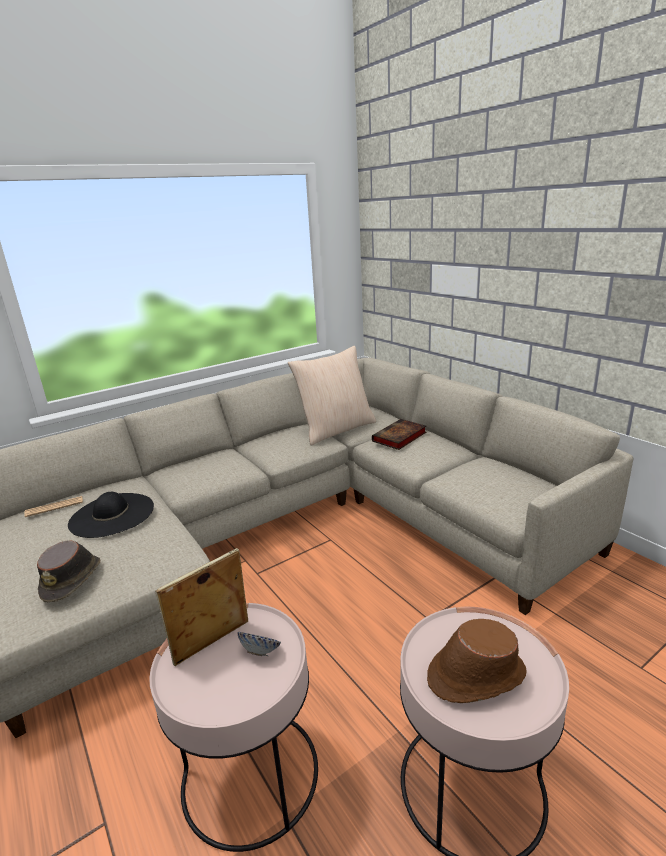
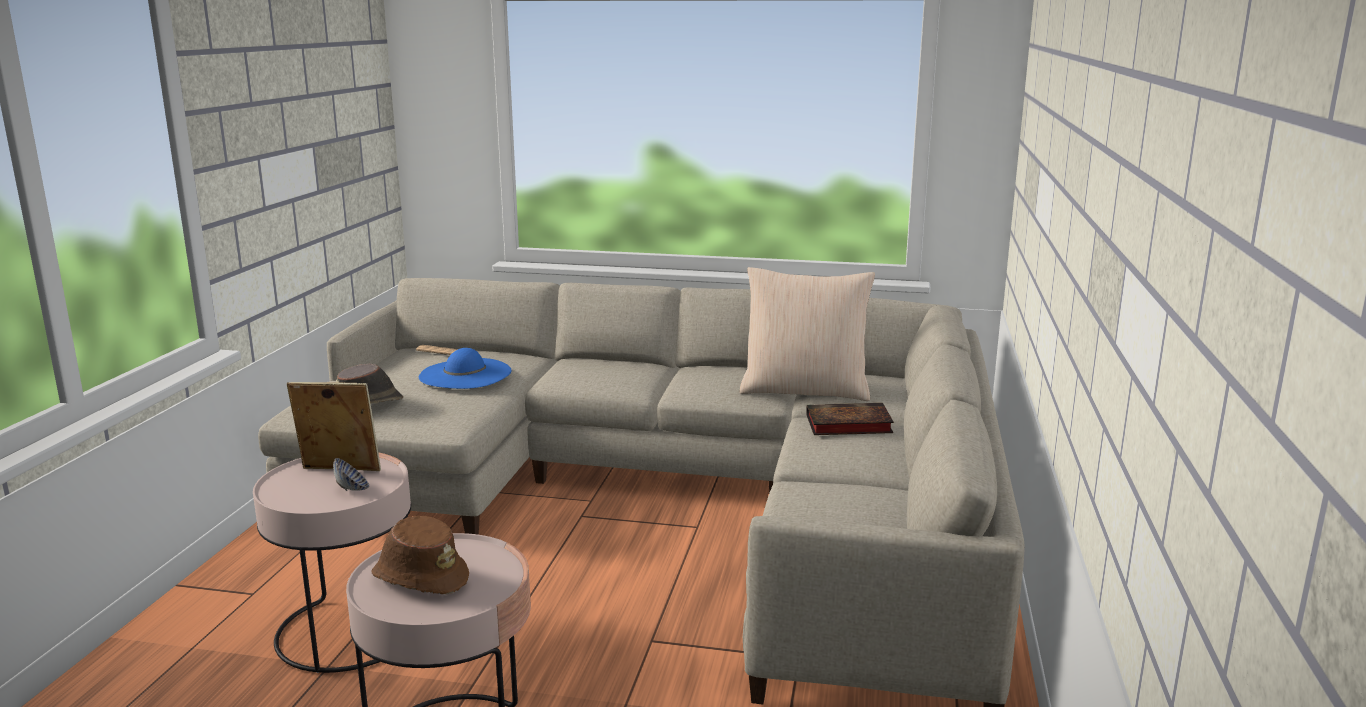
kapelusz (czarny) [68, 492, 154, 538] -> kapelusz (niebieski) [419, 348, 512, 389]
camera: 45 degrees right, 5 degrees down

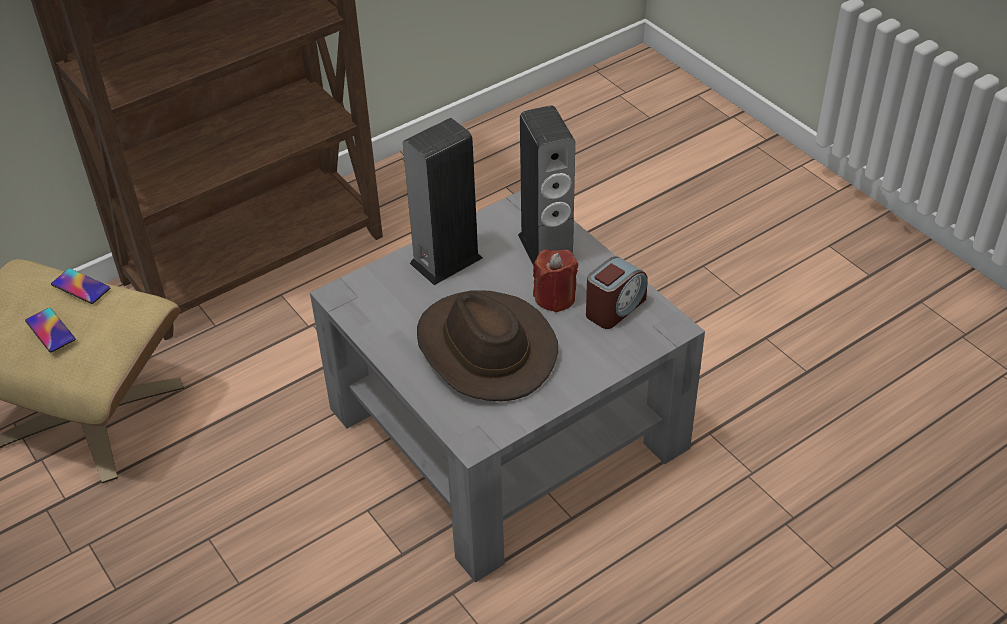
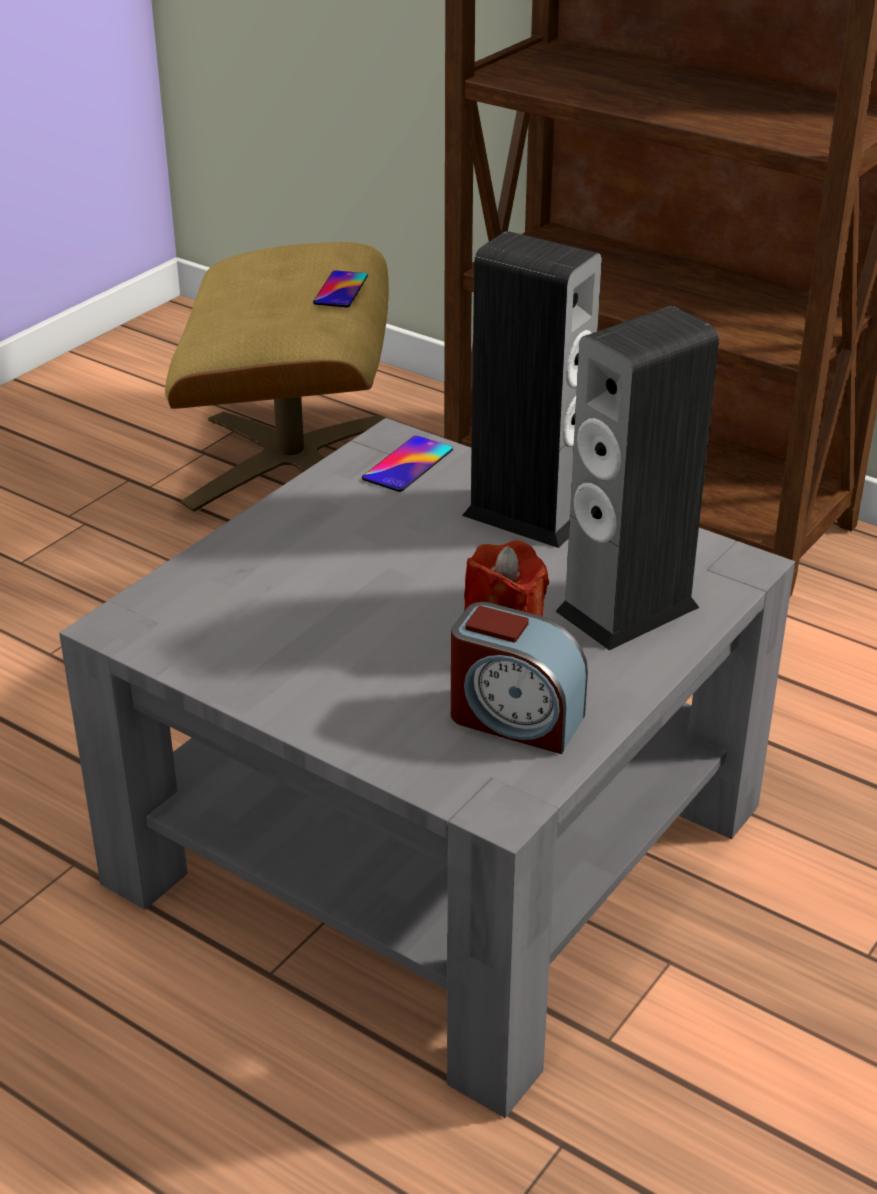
telefon [25, 308, 76, 352] -> telefon [362, 435, 453, 492], moved
kapelusz (brązowy) [417, 290, 558, 401] -> none
camera: 70 degrees right, 10 degrees down

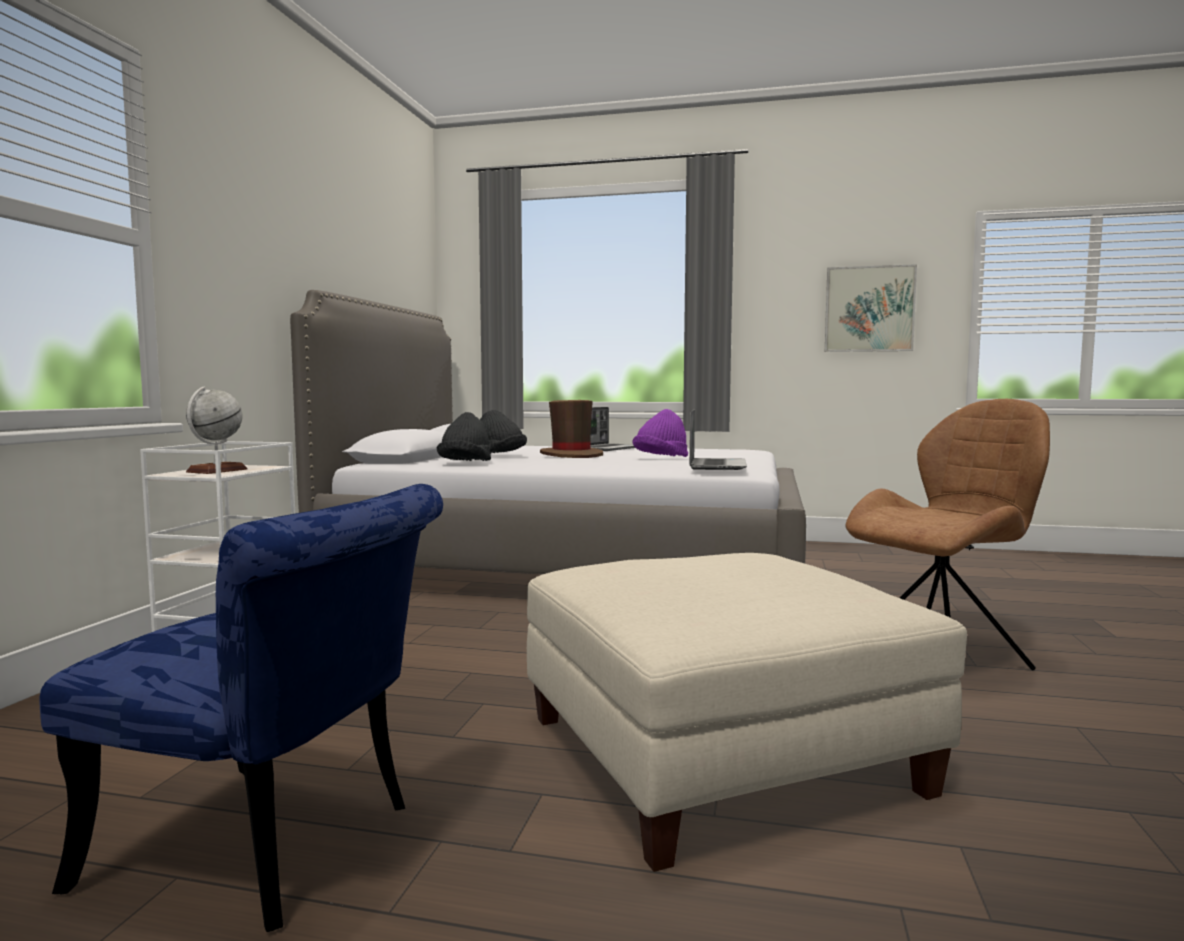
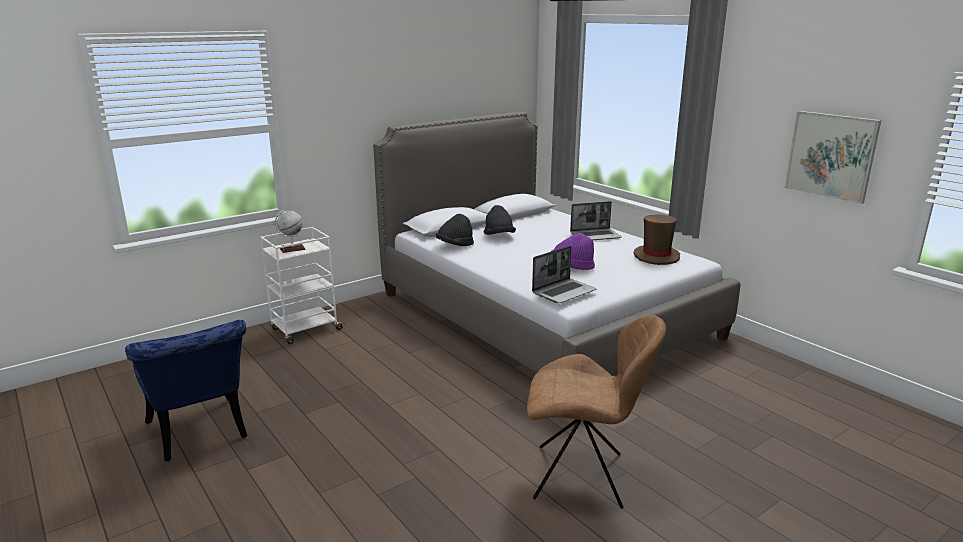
pufa (beżowy) [527, 553, 967, 872] -> none
kapelusz (brązowy) [540, 400, 603, 458] -> kapelusz (brązowy) [634, 214, 680, 265], moved
camera: 40 degrees right, 15 degrees up

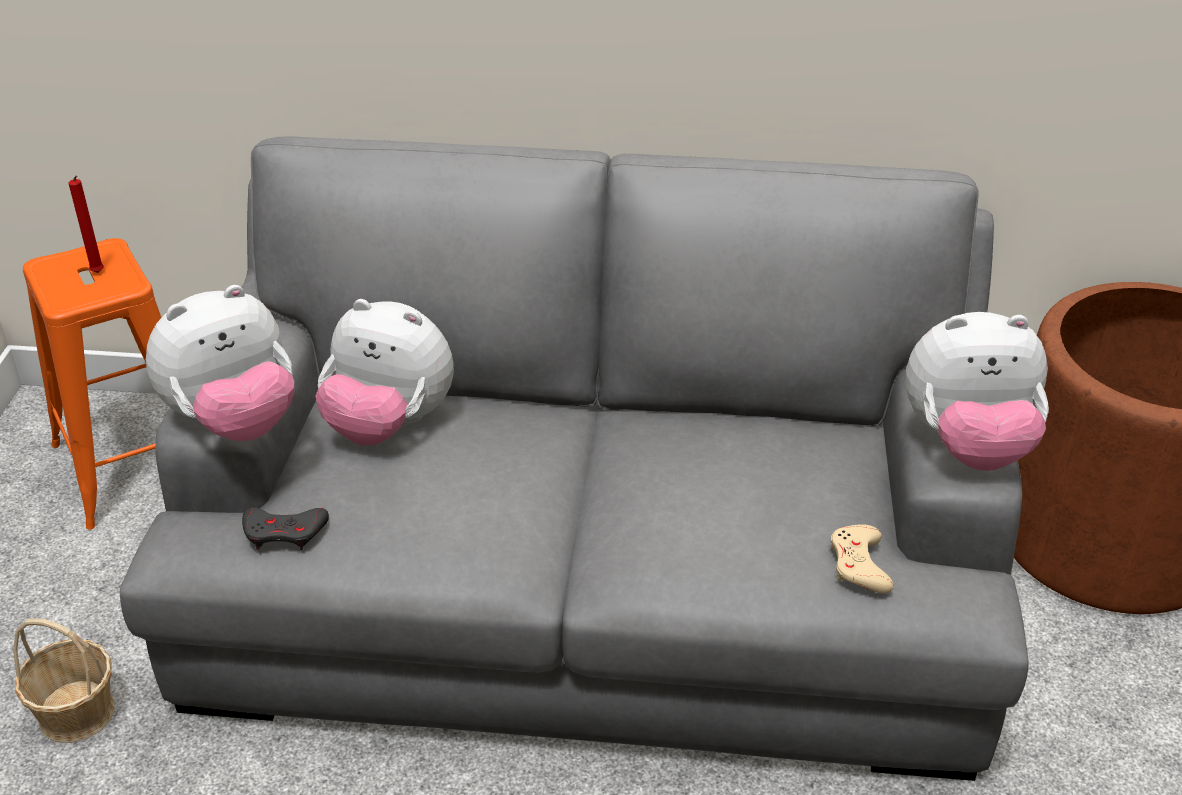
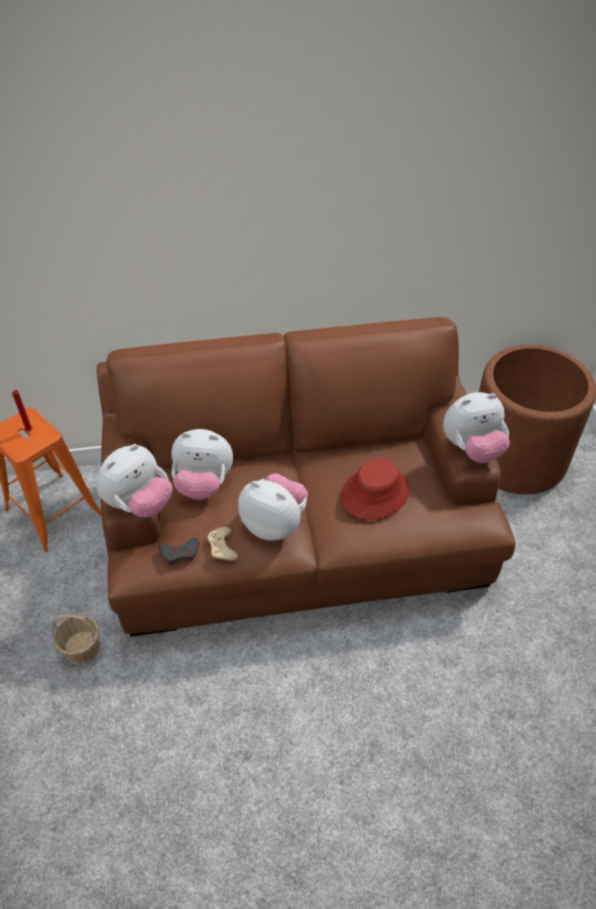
kanapa (szary) [120, 136, 1029, 781] -> kanapa (brązowy) [97, 317, 516, 637]
pad do gier (beżowy) [830, 524, 894, 594] -> pad do gier (beżowy) [208, 527, 238, 561], moved
none -> pluszak [238, 473, 308, 540]
none -> kapelusz (czerwony) [341, 458, 410, 520]
camera: 15 degrees left, 10 degrees up

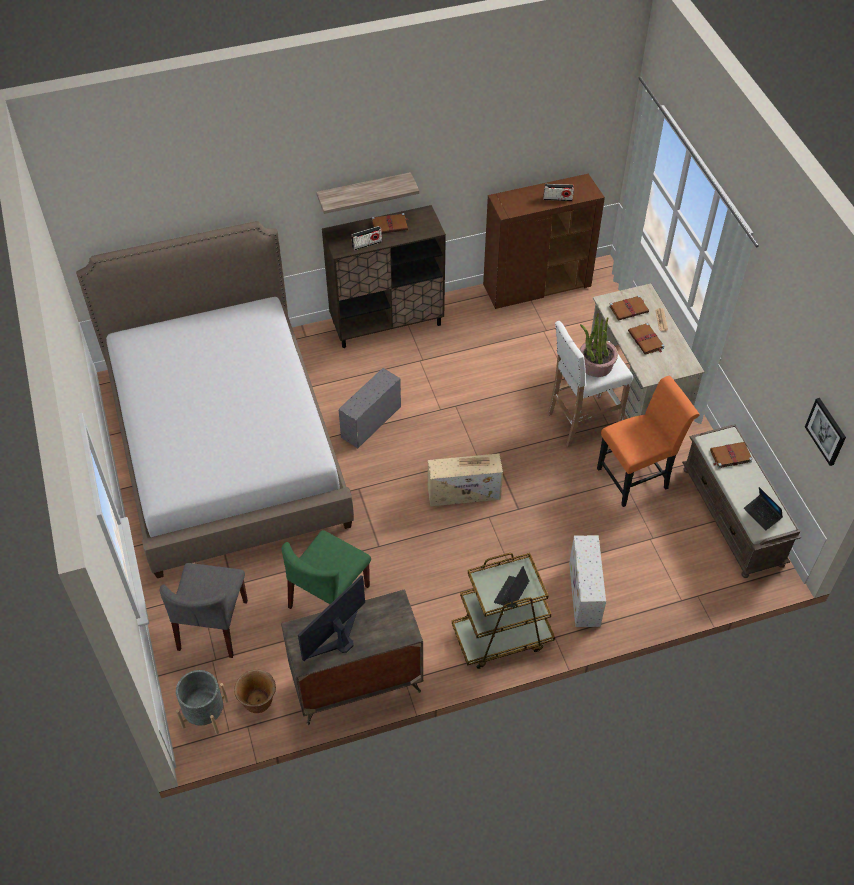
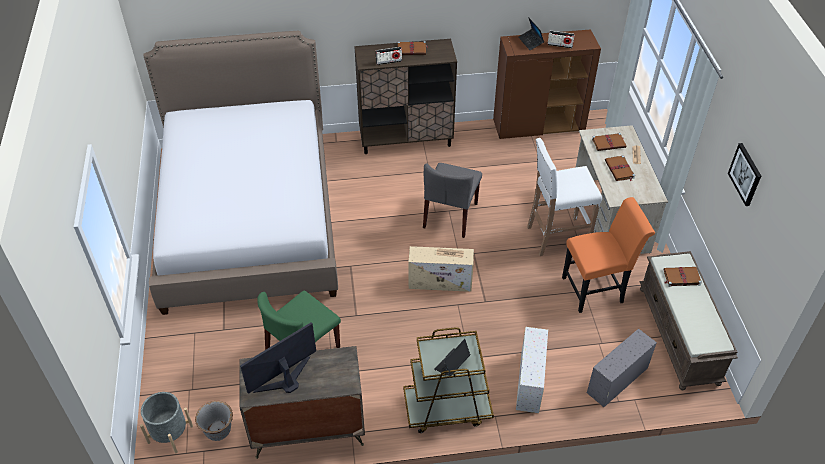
krzesło (szary) [160, 563, 248, 658] -> krzesło (szary) [423, 163, 482, 238], moved
donica (brązowy) [234, 669, 276, 713] -> donica (szary) [195, 401, 233, 441]
półka [316, 172, 419, 214] -> none
pojemnik do przechowywania (szary) [338, 368, 401, 448] -> pojemnik do przechowywania (szary) [587, 329, 657, 407], moved
roślina doniczkowa [580, 313, 618, 377] -> none
laptop [744, 487, 783, 531] -> laptop [518, 17, 544, 50], moved
obraz [805, 398, 846, 466] -> obraz [728, 143, 761, 206], moved
camera: 10 degrees right, 5 degrees down

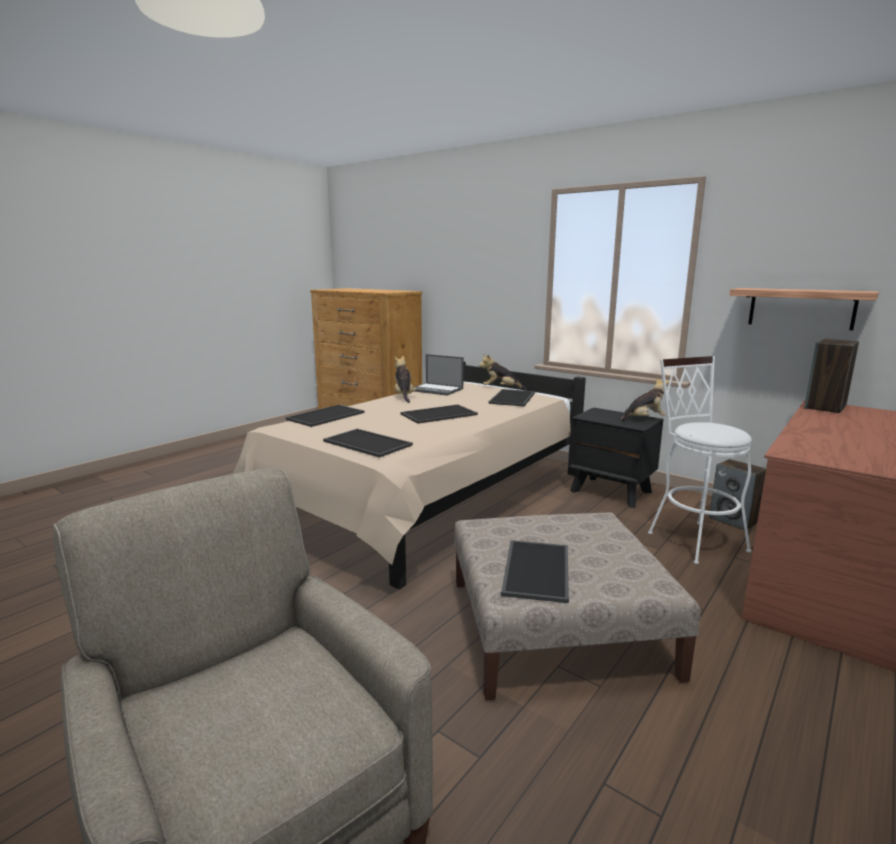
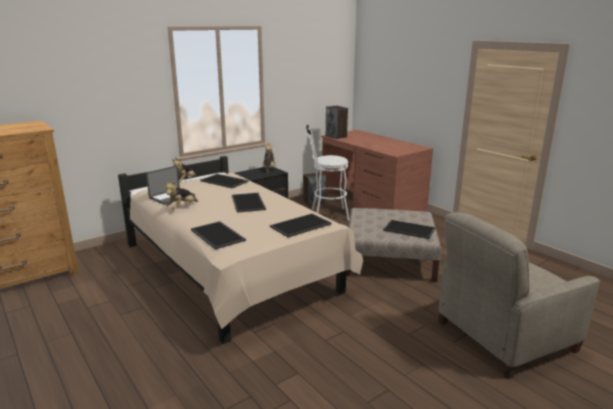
pluszak [394, 356, 417, 403] -> pluszak [164, 181, 198, 209], 60 degrees counterclockwise
półka [729, 288, 879, 330] -> none
camera: 75 degrees left, 5 degrees up

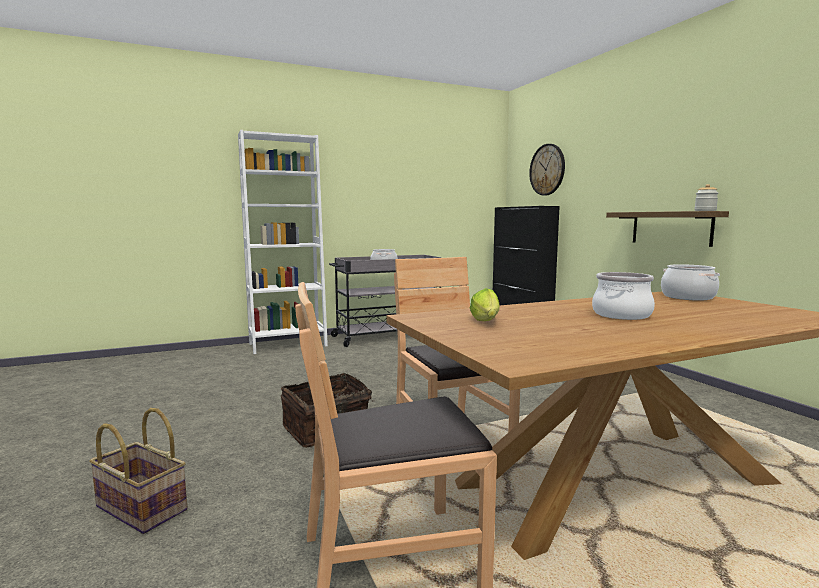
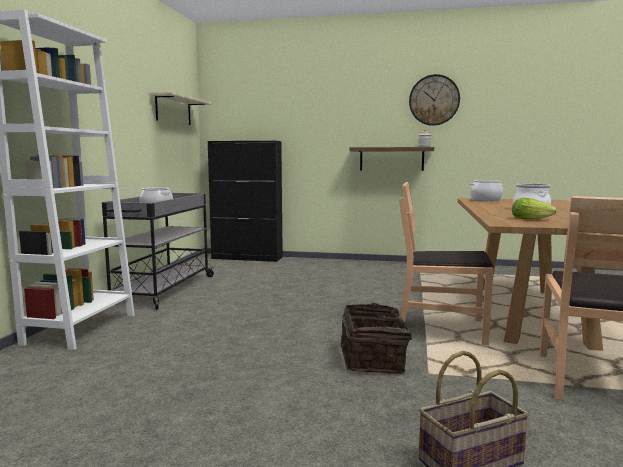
zegar ścienny [529, 144, 565, 196] -> zegar ścienny [409, 74, 460, 126], moved
none -> półka (beżowy) [150, 92, 212, 125]
camera: 55 degrees left, 0 degrees up

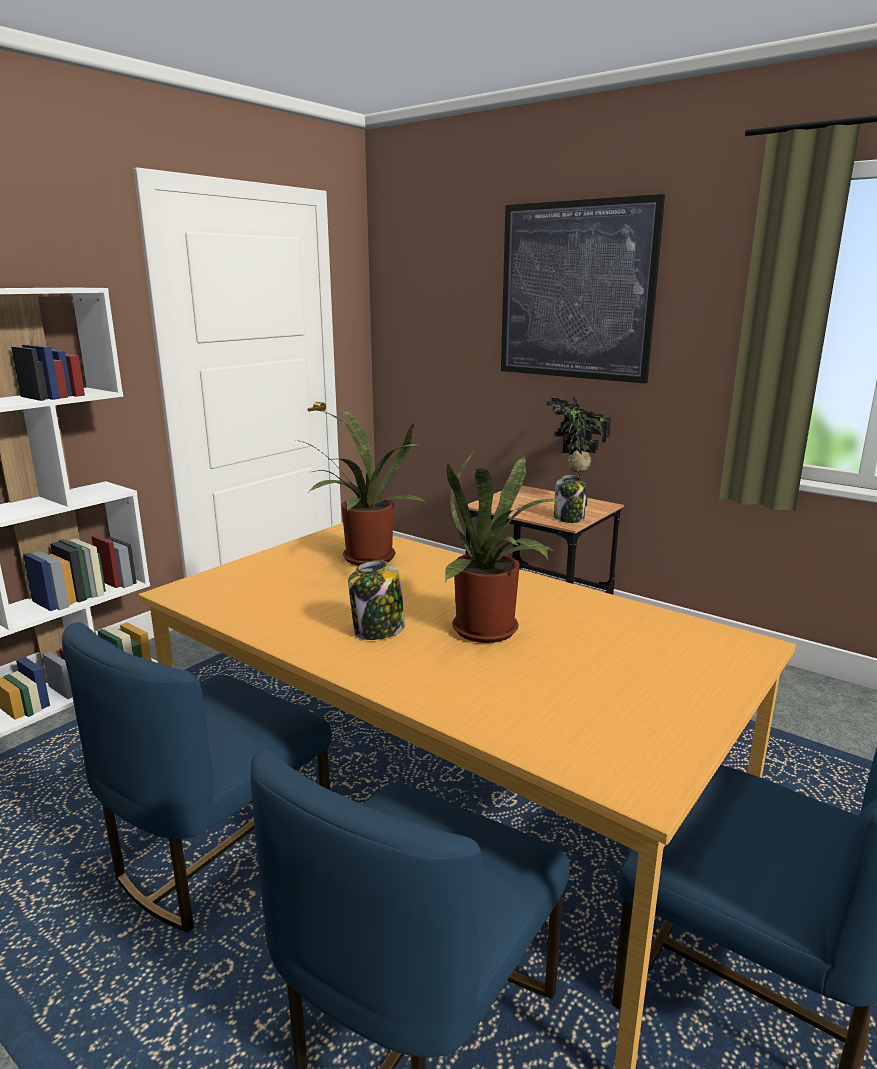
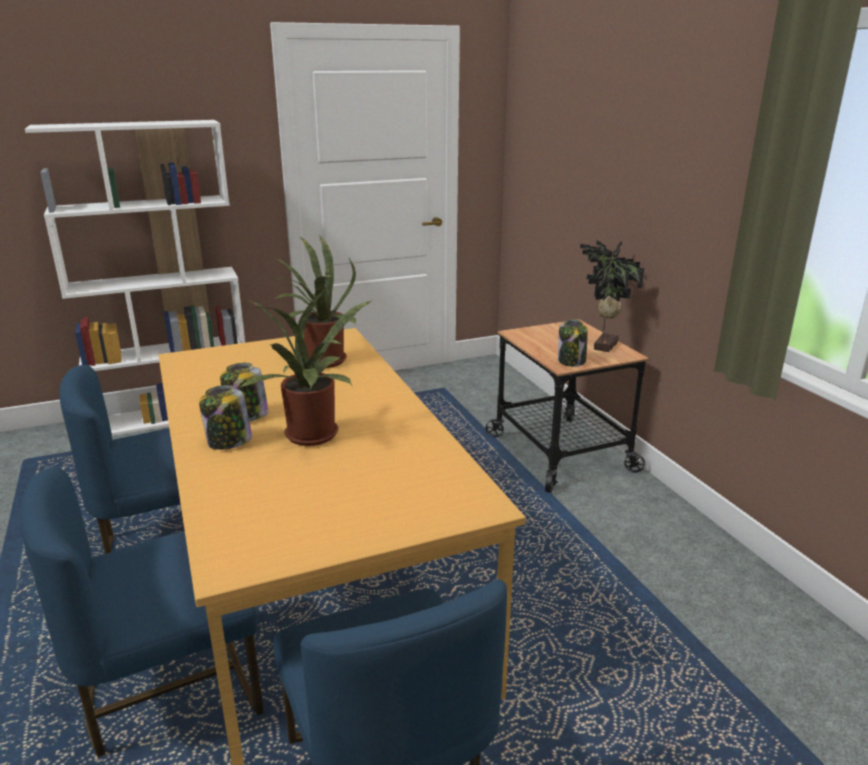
obraz [501, 194, 665, 384] -> none
none -> słoik [199, 385, 252, 450]
camera: 30 degrees right, 5 degrees up

